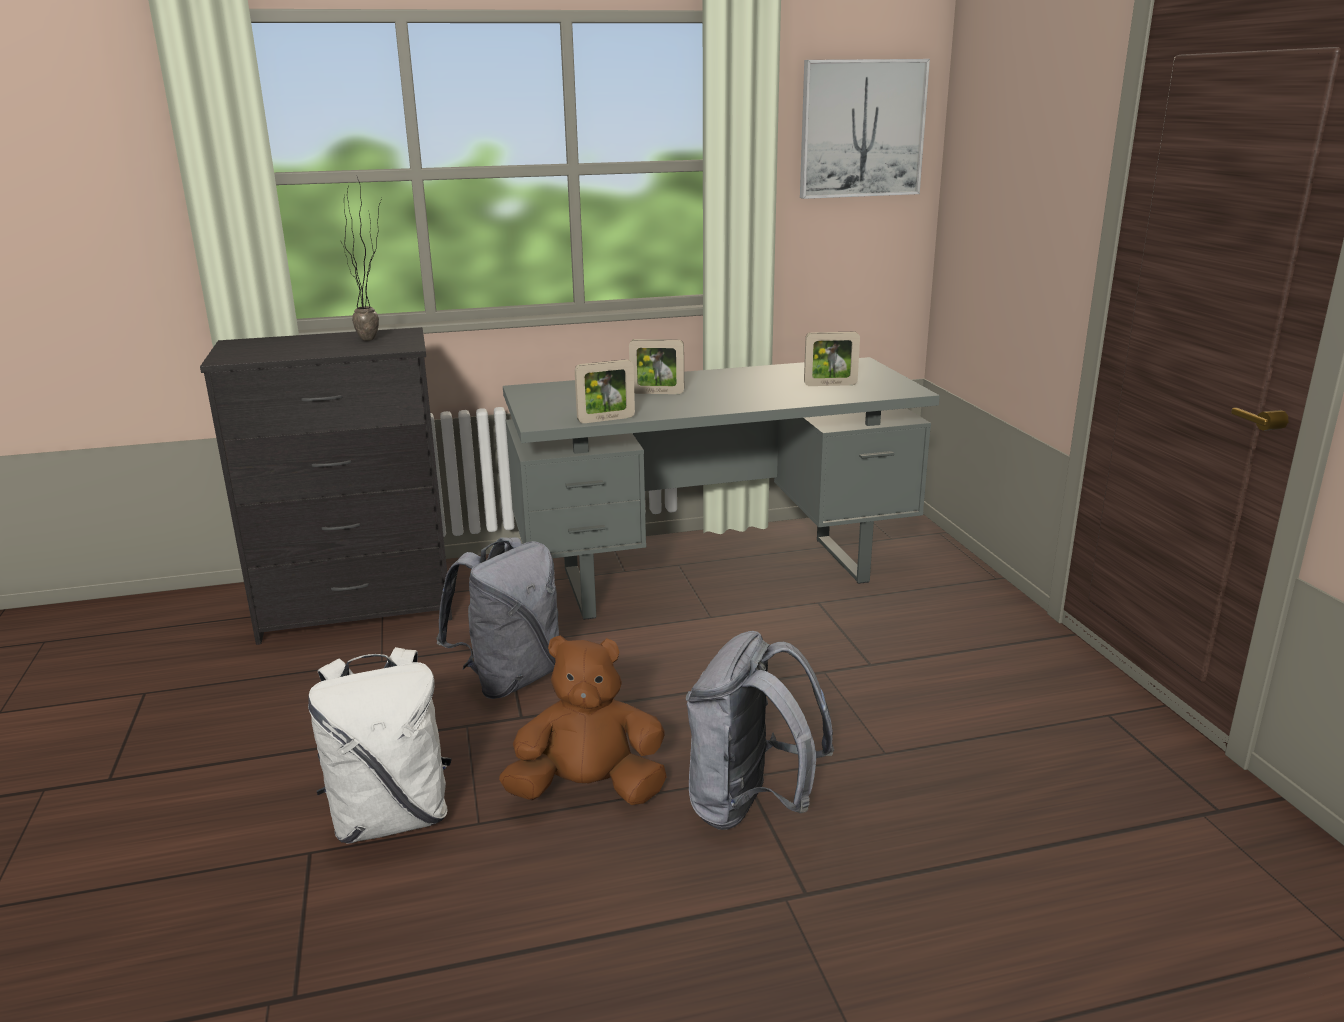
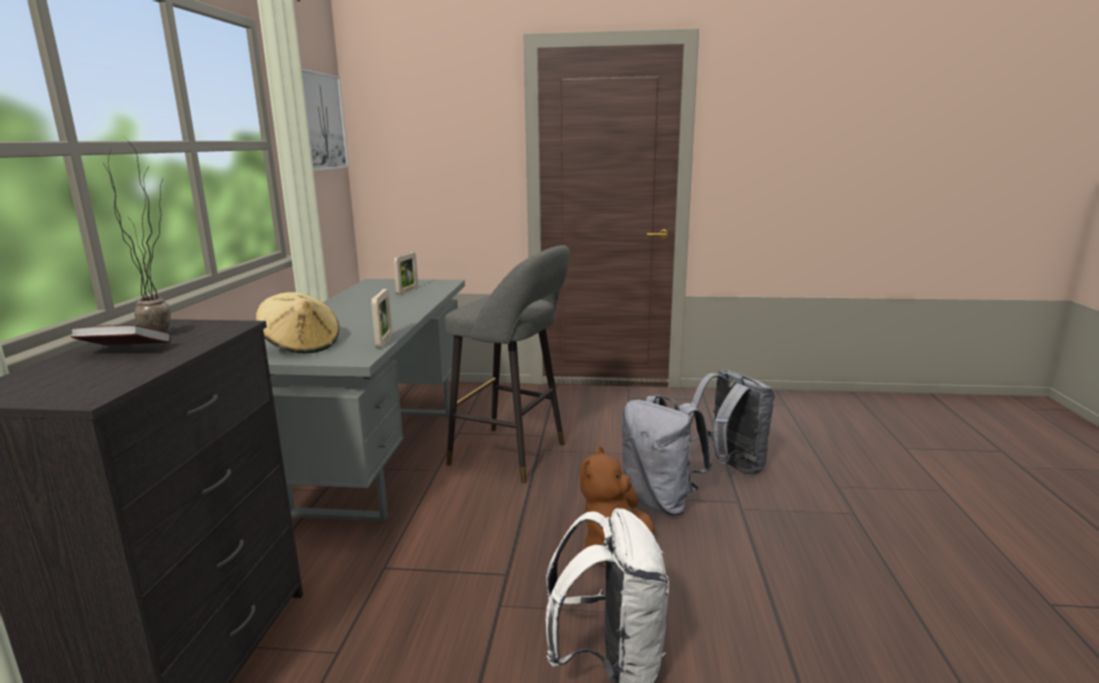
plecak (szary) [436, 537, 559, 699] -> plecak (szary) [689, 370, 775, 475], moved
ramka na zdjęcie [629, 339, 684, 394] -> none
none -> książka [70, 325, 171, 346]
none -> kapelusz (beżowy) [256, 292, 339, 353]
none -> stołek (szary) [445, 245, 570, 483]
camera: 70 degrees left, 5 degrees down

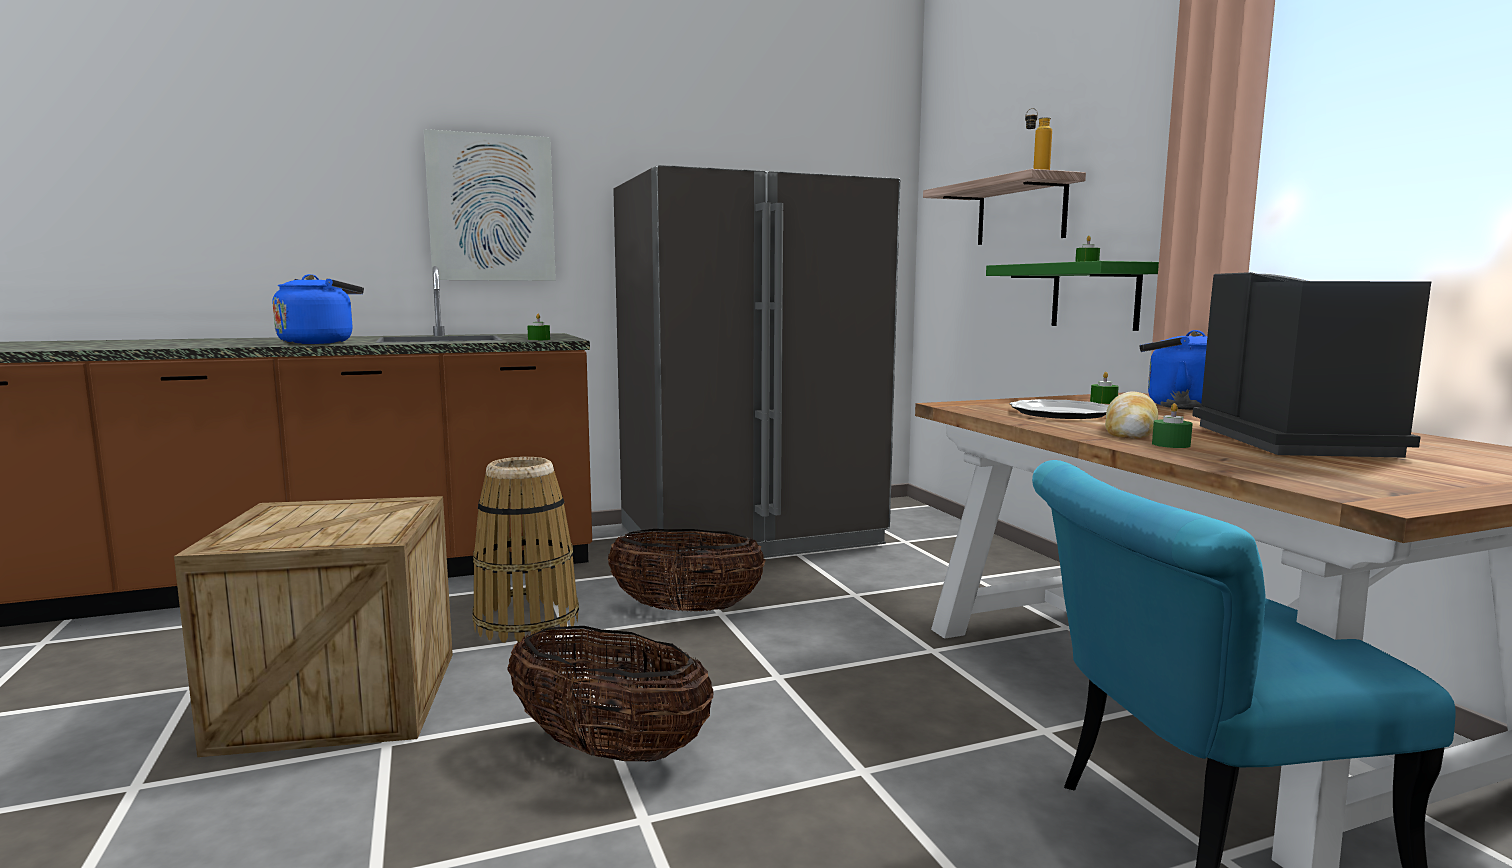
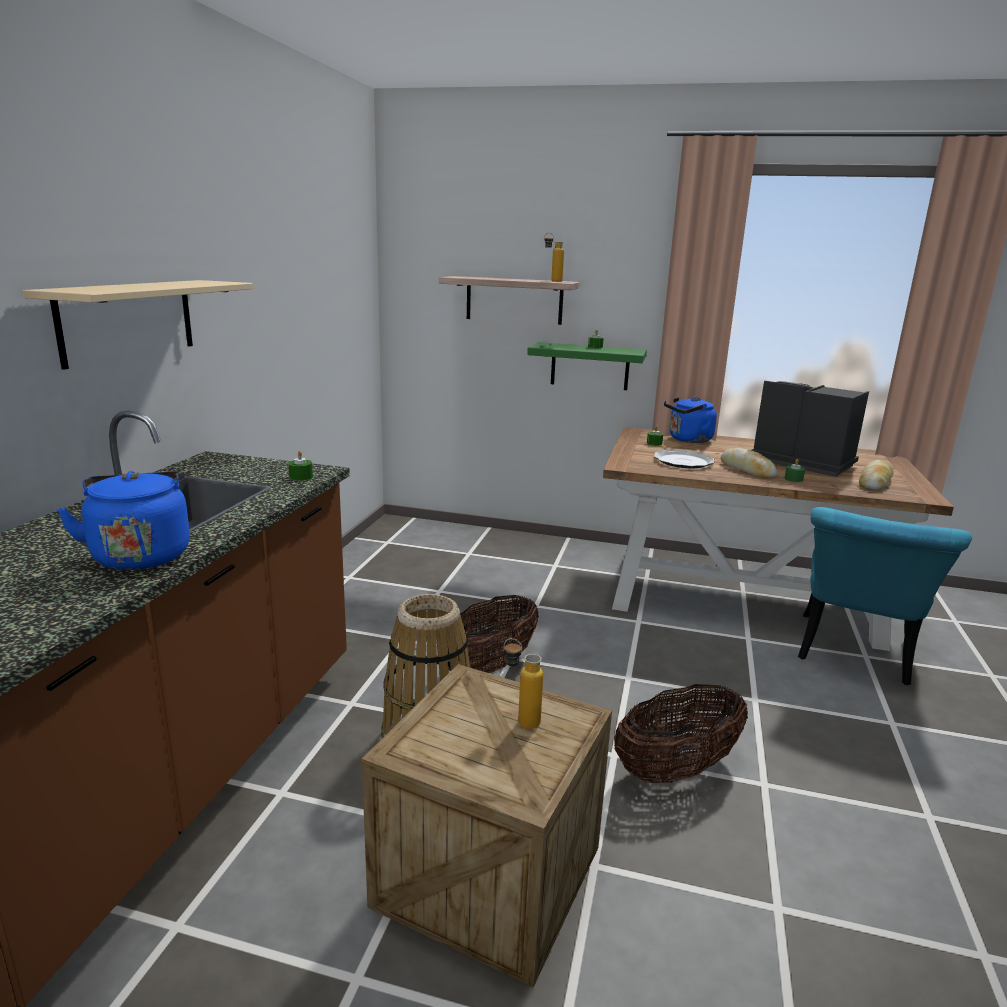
obraz [424, 129, 556, 281] -> półka (beżowy) [23, 280, 253, 370]
lodówka (szary) [613, 165, 900, 565] -> none
none -> butelka [504, 638, 544, 729]
none -> chleb [859, 460, 893, 491]
camera: 55 degrees left, 10 degrees up

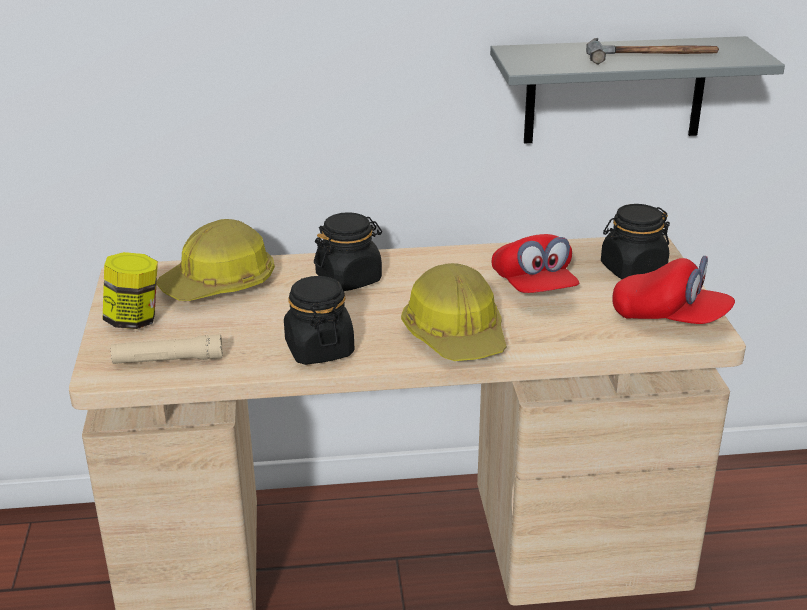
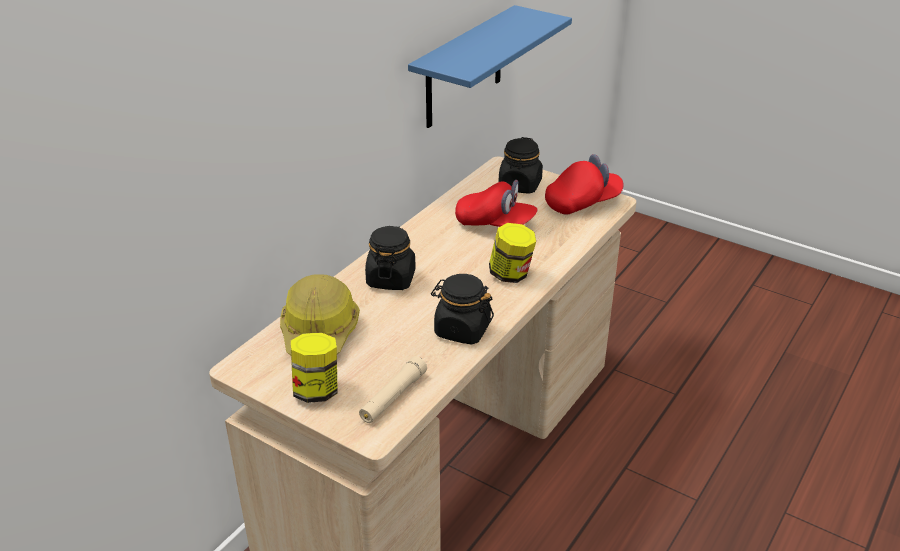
kask [401, 263, 507, 361] -> słoik [489, 223, 536, 283]
półka (szary) [490, 36, 785, 144] -> półka (niebieski) [408, 5, 572, 128]
młotek [586, 38, 719, 65] -> none
camera: 50 degrees left, 5 degrees up

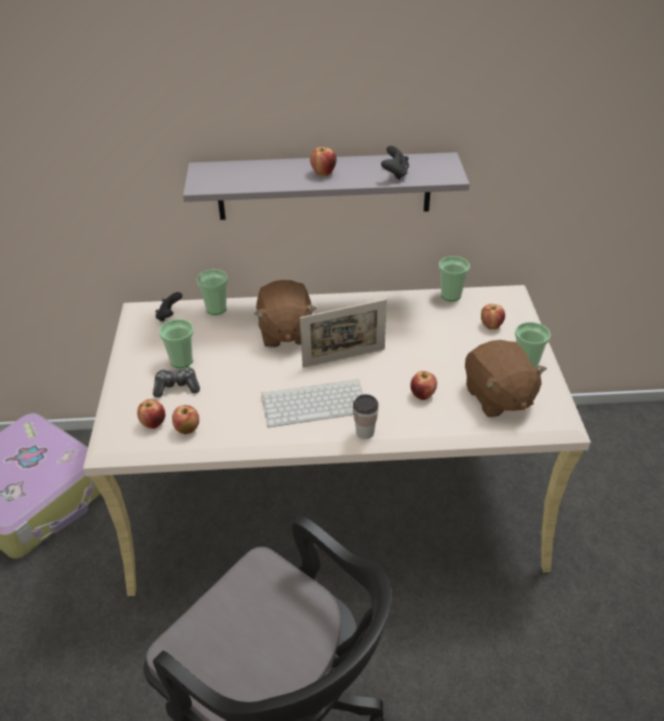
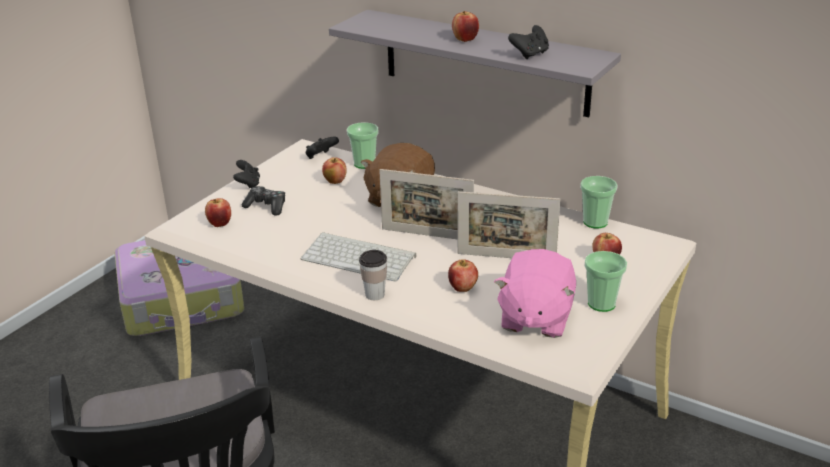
filiżanka [159, 319, 194, 368] -> none
jabłko [172, 405, 199, 435] -> jabłko [322, 157, 347, 184], moved
pluszak (brązowy) [465, 340, 547, 417] -> pluszak (różowy) [494, 249, 576, 338]
none -> pad do gier (czarny) [233, 160, 260, 188]
none -> ramka na zdjęcie [458, 191, 560, 258]
camera: 35 degrees right, 10 degrees down

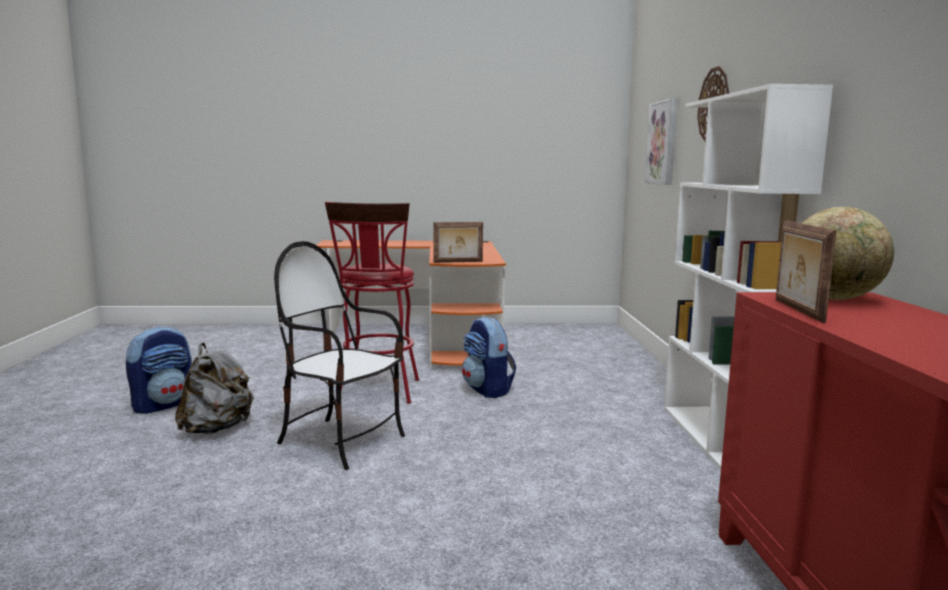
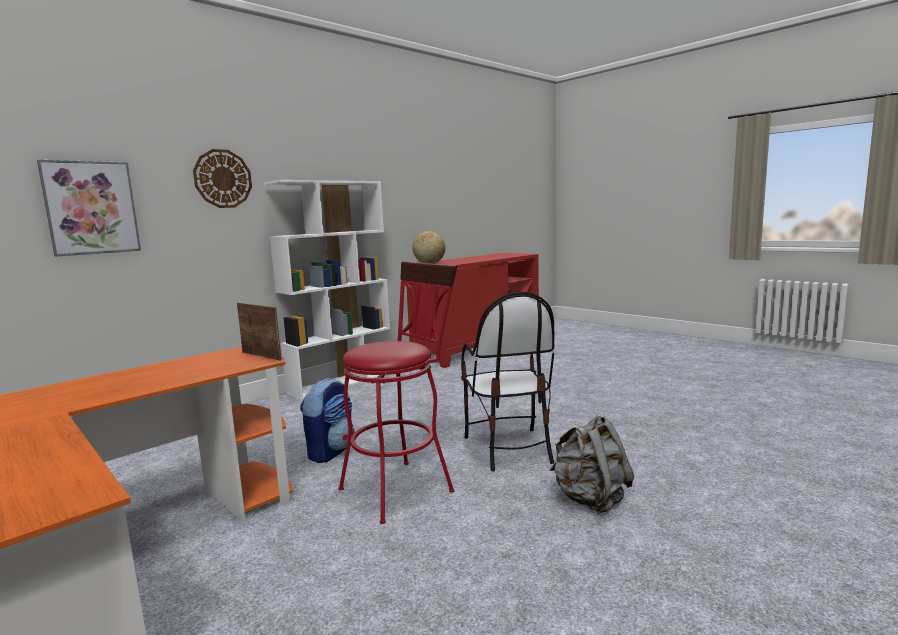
plecak [126, 326, 192, 414] -> none
ramka na zdjęcie [776, 220, 837, 323] -> none
camera: 130 degrees left, 0 degrees up

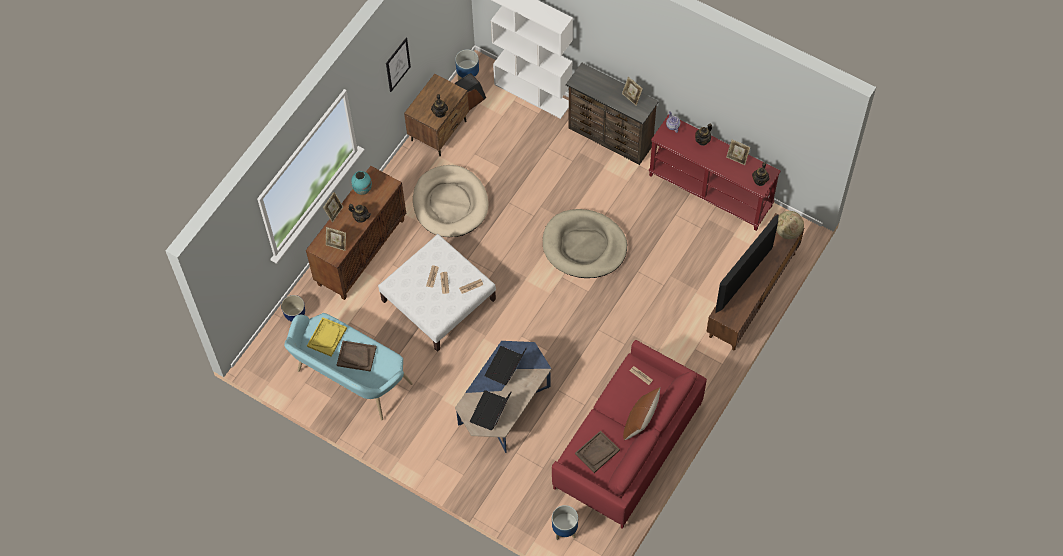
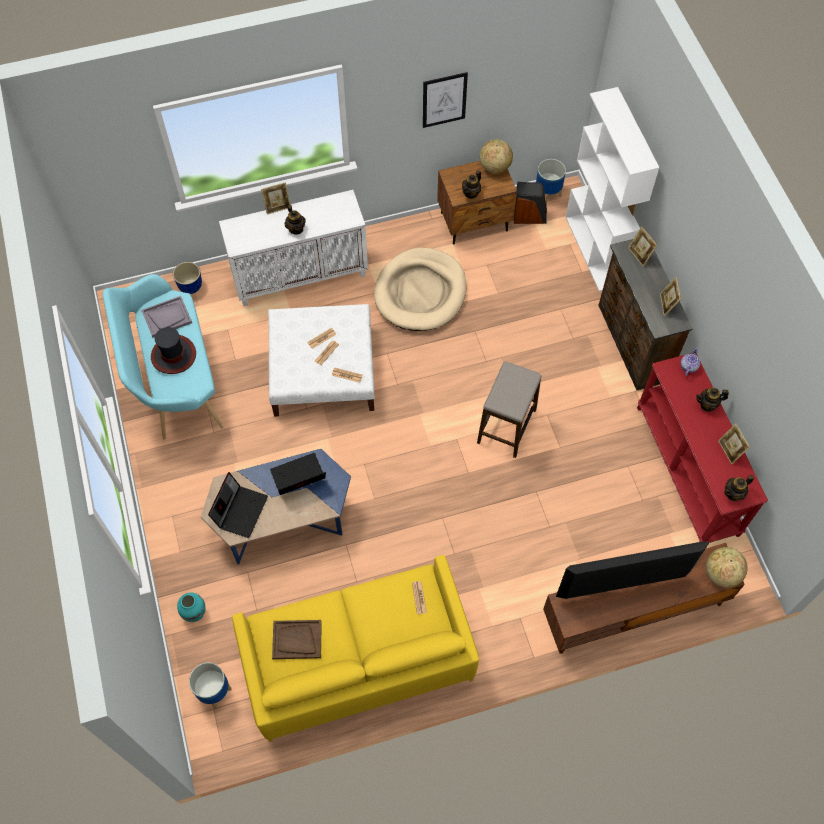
szafka (brązowy) [306, 166, 406, 300] -> szafka (biały) [219, 190, 368, 306]
taca (żółty) [307, 317, 347, 357] -> taca (szary) [142, 296, 192, 338]
ramka na zdjęcie [326, 227, 346, 251] -> ramka na zdjęcie [628, 226, 657, 267], moved
taca (brązowy) [337, 341, 377, 372] -> kapelusz [151, 327, 196, 374]
wazon (turkusowy) [351, 171, 372, 195] -> wazon (turkusowy) [177, 593, 206, 622], moved
laptop [470, 390, 512, 430] -> laptop [208, 472, 268, 538], 135 degrees clockwise
legowisko (beżowy) [543, 209, 627, 278] -> stołek [477, 361, 542, 458]
kanapa (czerwony) [552, 340, 707, 529] -> kanapa (żółty) [232, 555, 479, 742]
poduszka (brązowy) [623, 387, 660, 440] -> none
none -> globus [480, 139, 513, 174]
camera: 40 degrees right, 0 degrees up

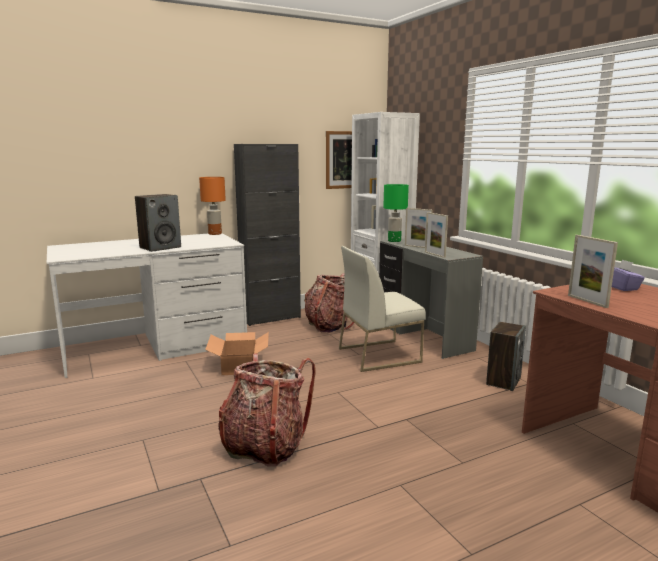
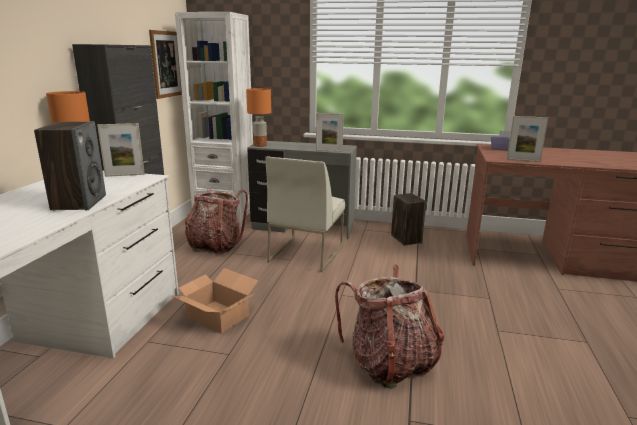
lampa stołowa (zielony) [383, 184, 409, 242] -> lampa stołowa (pomarańczowy) [246, 88, 271, 147]
ramka na zdjęcie [405, 208, 433, 248] -> ramka na zdjęcie [97, 123, 145, 177], moved
camera: 50 degrees left, 5 degrees up

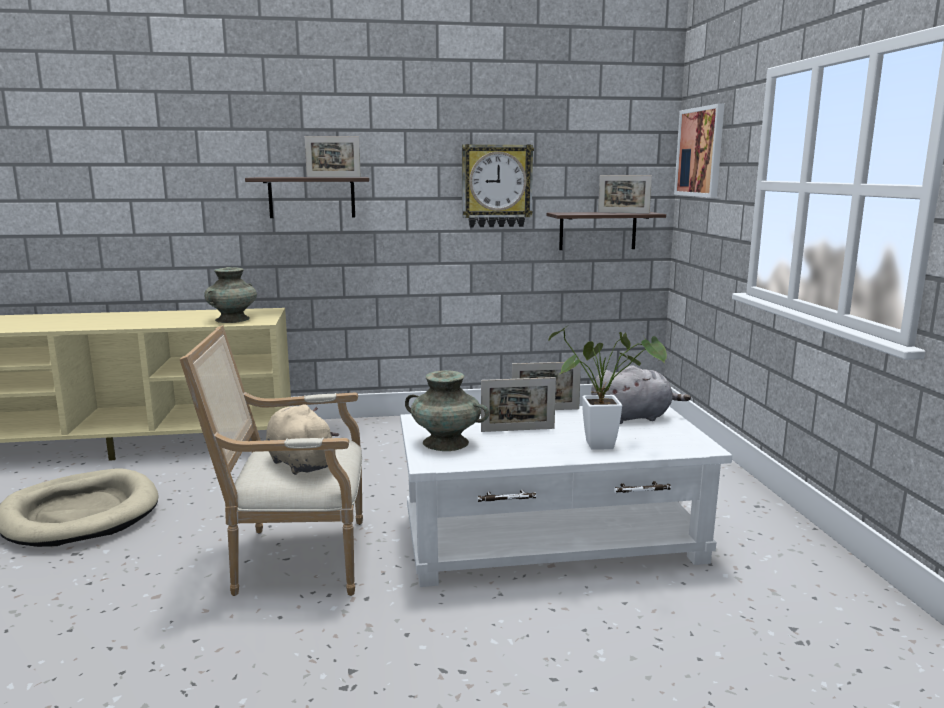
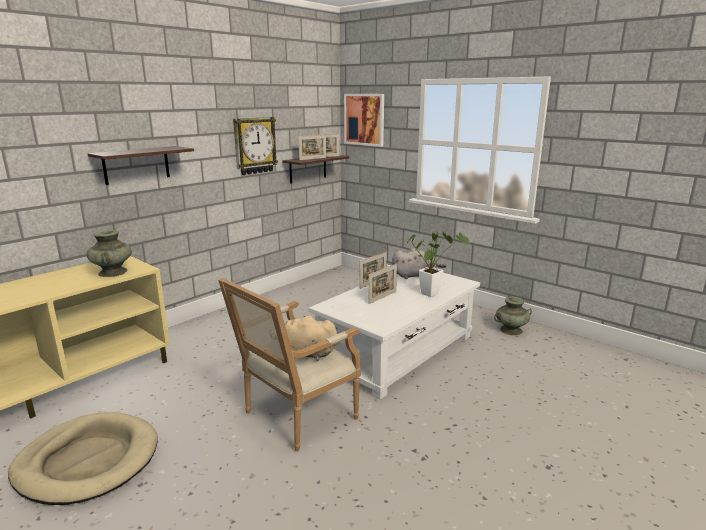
ramka na zdjęcie [305, 136, 361, 177] -> ramka na zdjęcie [298, 135, 326, 160], moved
wazon (turkusowy) [405, 370, 489, 451] -> wazon (turkusowy) [494, 297, 532, 335], moved
pluszak (szary) [591, 365, 691, 424] -> pluszak (szary) [392, 248, 446, 279], 45 degrees clockwise
camera: 40 degrees left, 5 degrees up

